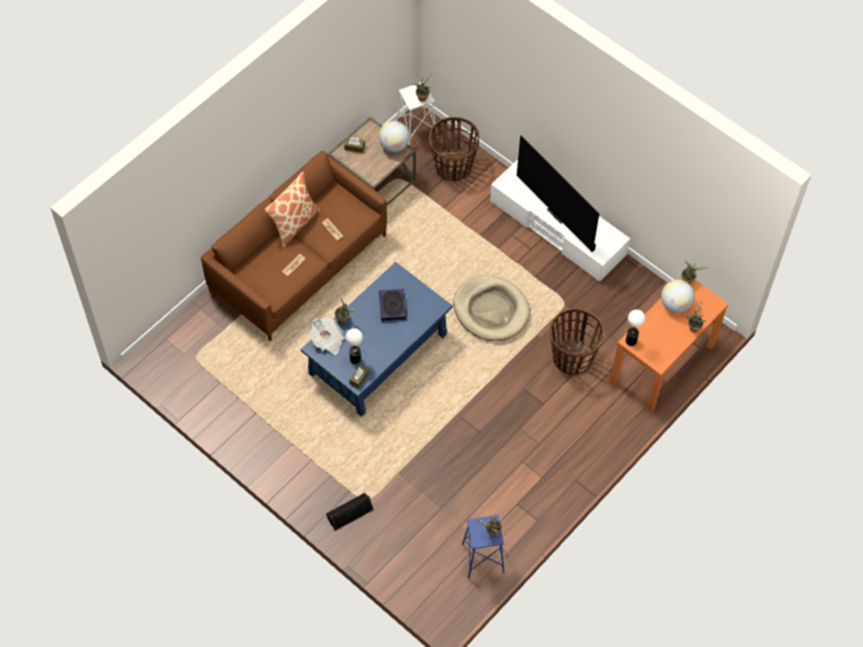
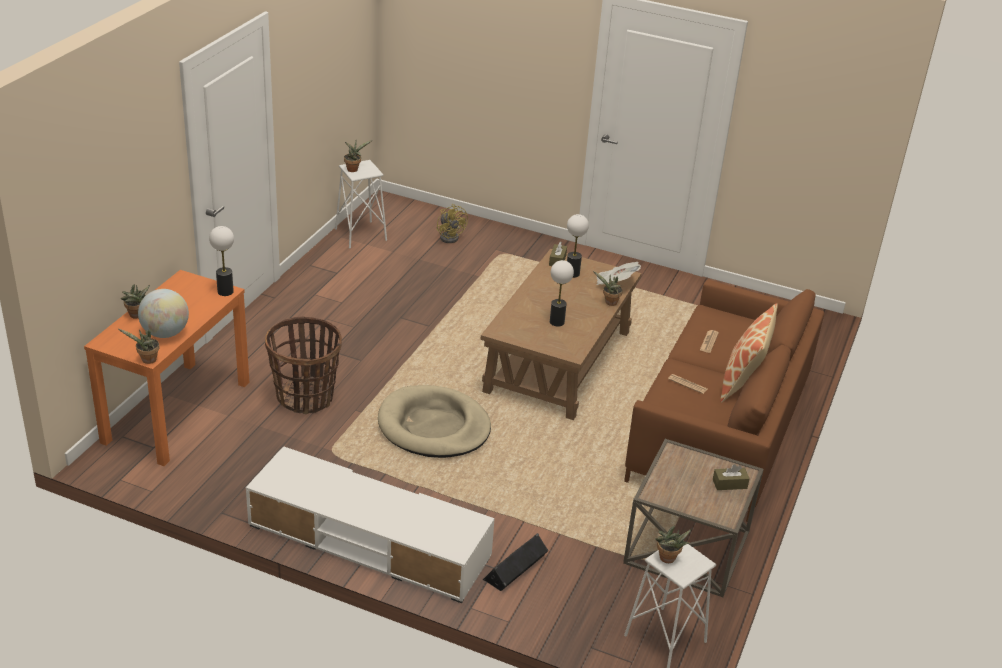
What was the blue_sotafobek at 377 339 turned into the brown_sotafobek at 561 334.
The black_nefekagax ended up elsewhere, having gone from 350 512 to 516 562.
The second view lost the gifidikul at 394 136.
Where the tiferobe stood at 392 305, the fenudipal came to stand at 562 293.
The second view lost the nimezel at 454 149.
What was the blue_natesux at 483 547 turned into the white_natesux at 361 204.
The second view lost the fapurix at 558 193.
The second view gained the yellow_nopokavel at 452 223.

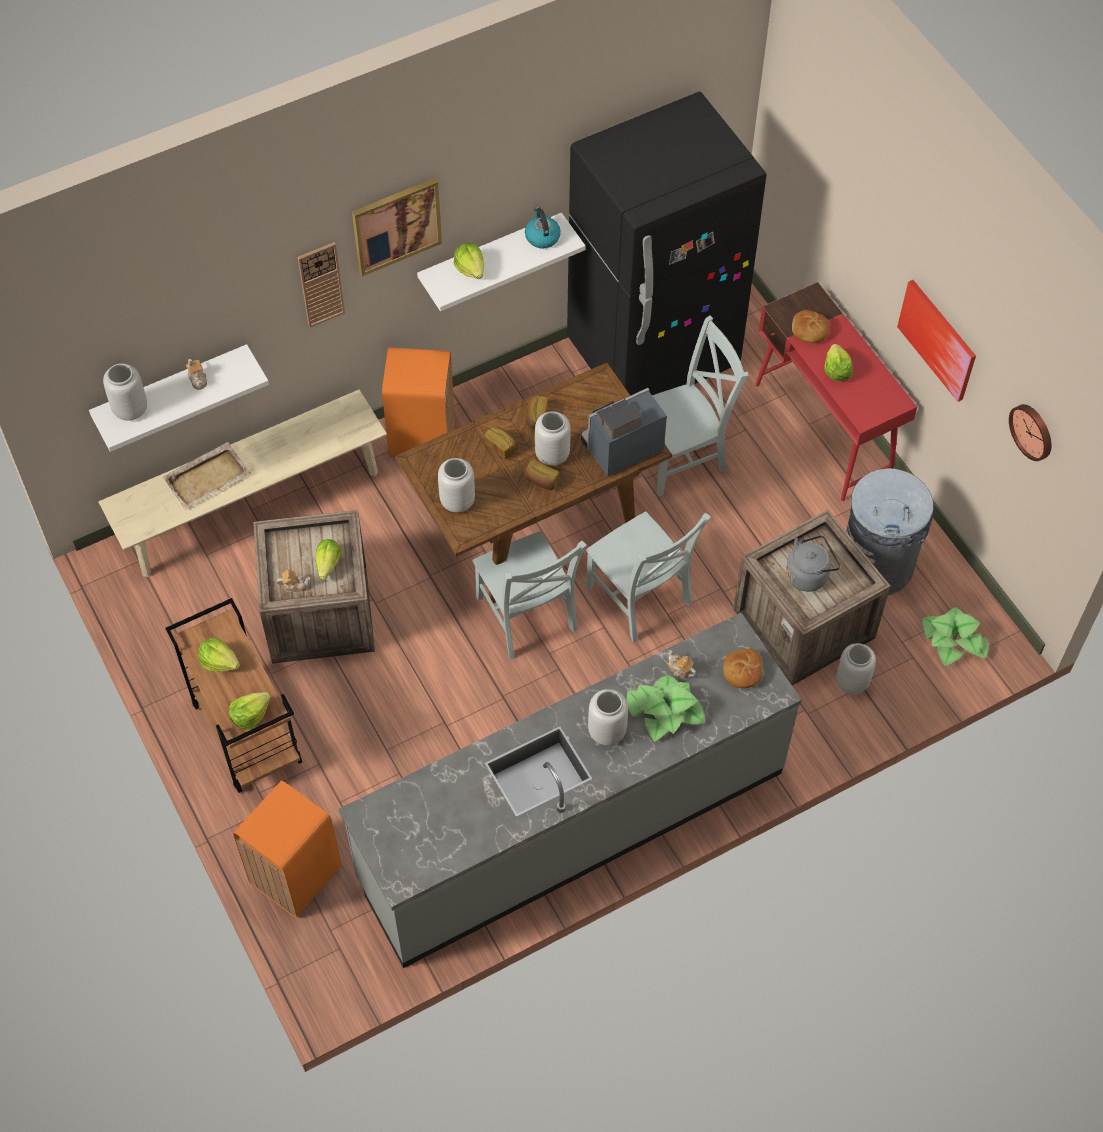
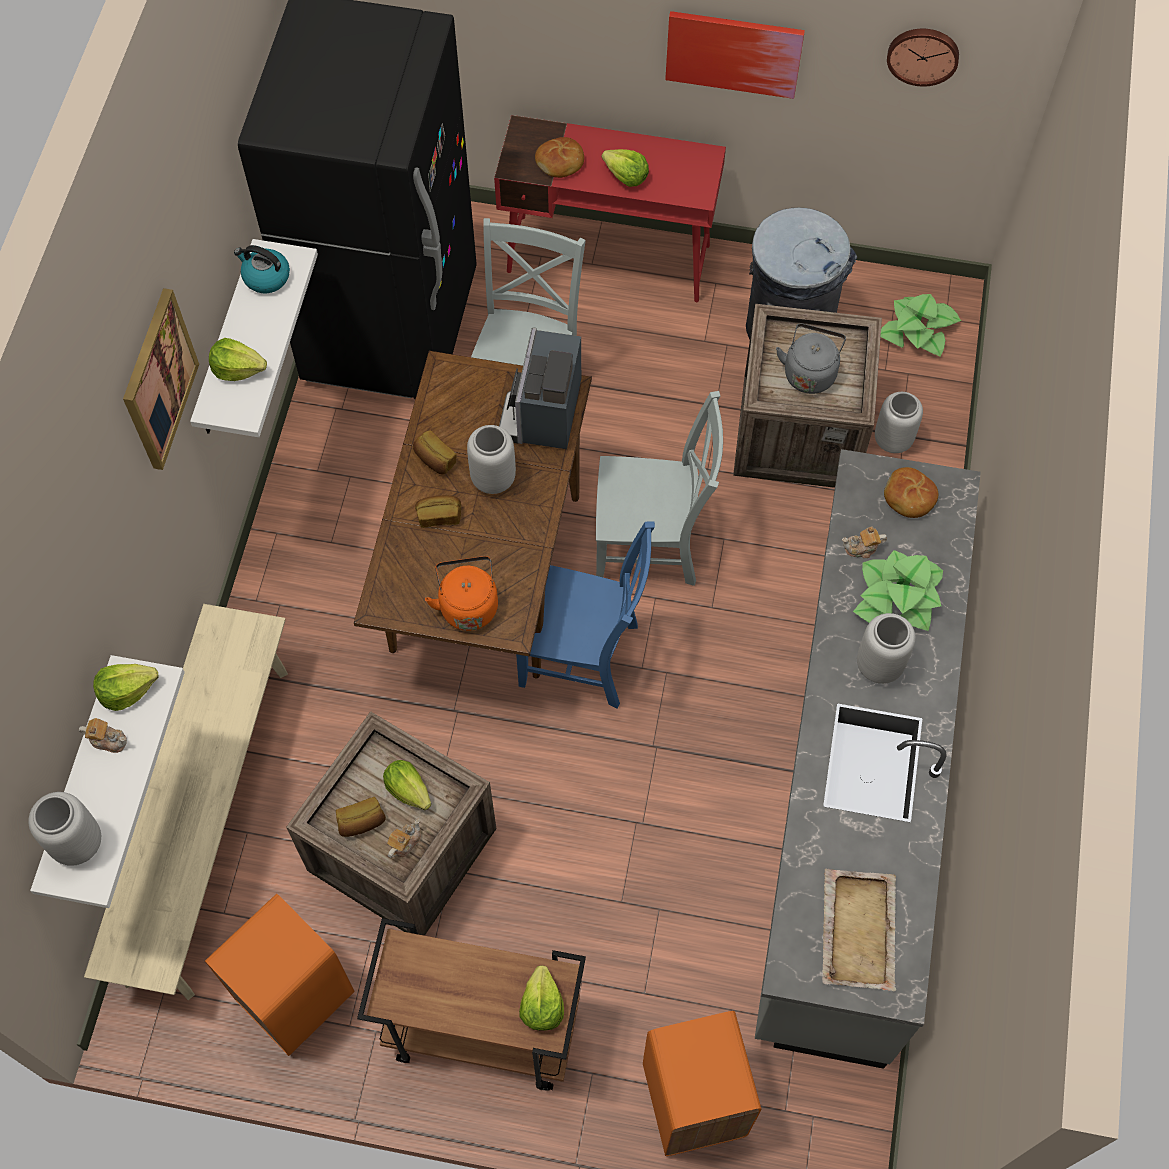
The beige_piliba ended up elsewhere, having gone from 206 476 to 859 930.
The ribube ended up elsewhere, having gone from 219 654 to 125 687.
The second view lost the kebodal at 321 284.
The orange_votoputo ended up elsewhere, having gone from 418 402 to 280 974.
Where the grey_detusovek stood at 456 485, the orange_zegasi came to stand at 461 593.
What was the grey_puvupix at 529 595 turned into the blue_puvupix at 585 615.
The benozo ended up elsewhere, having gone from 541 474 to 361 817.

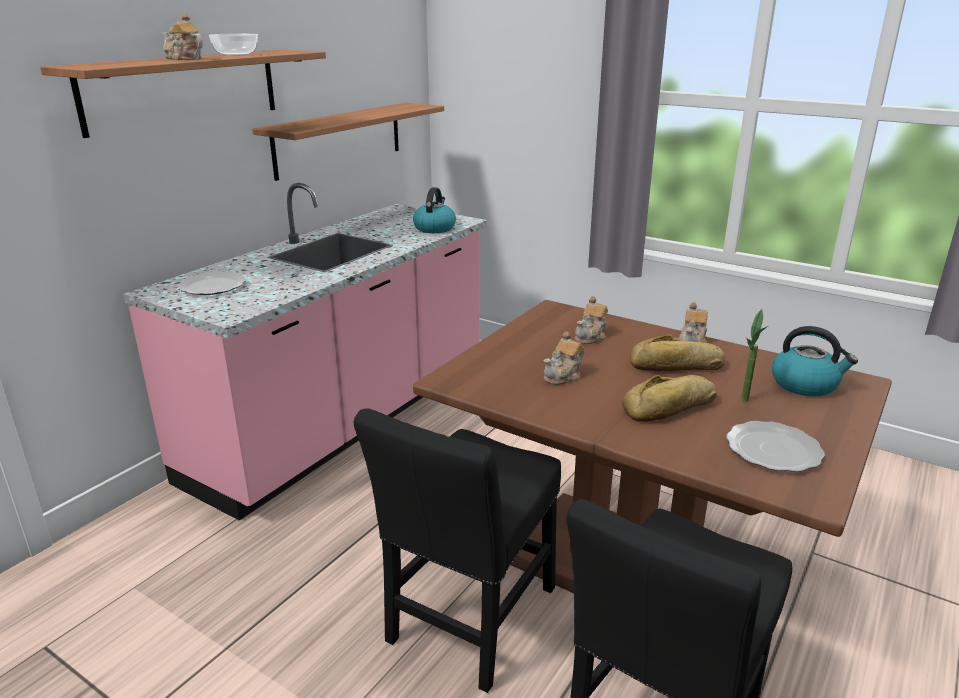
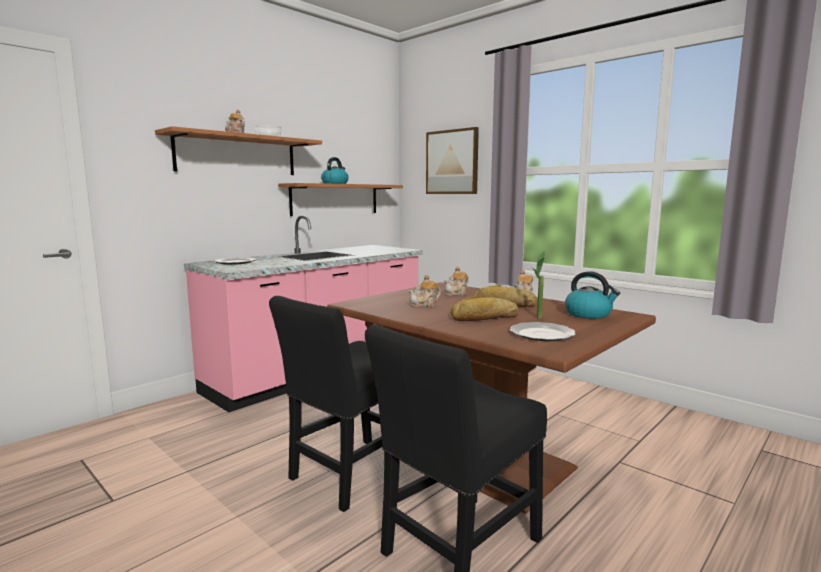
The zegasi ended up elsewhere, having gone from 434 210 to 335 170.
The second view gained the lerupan at 452 160.

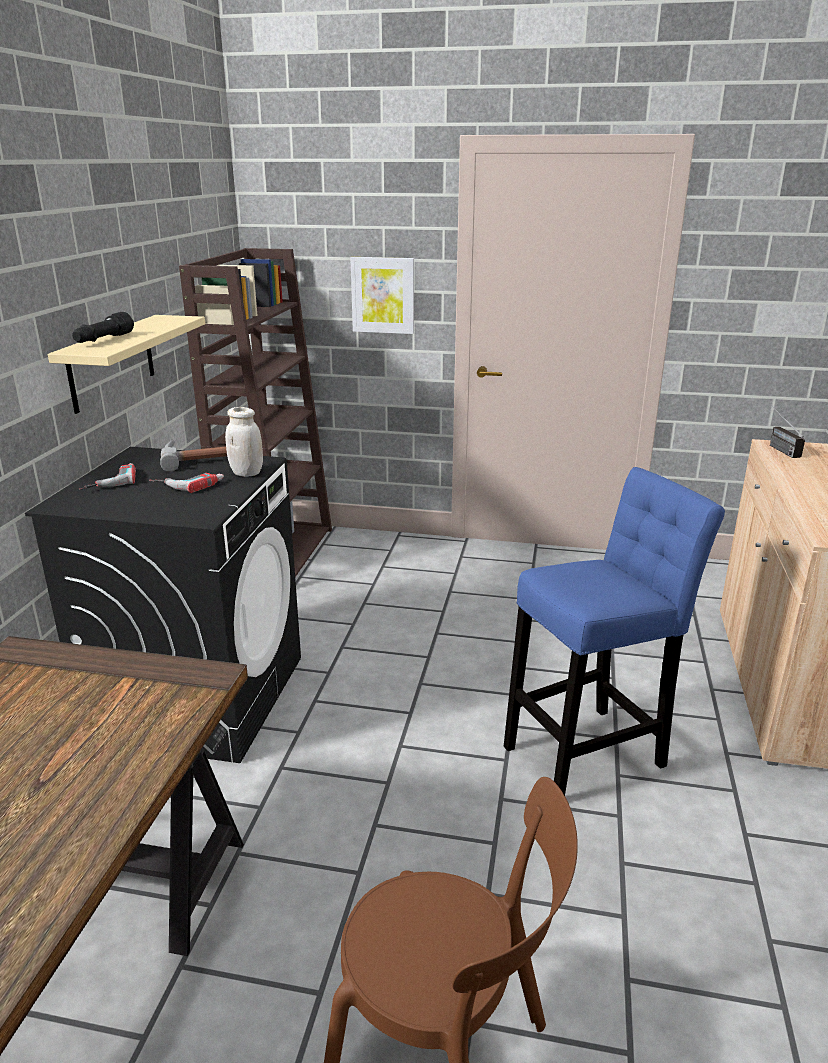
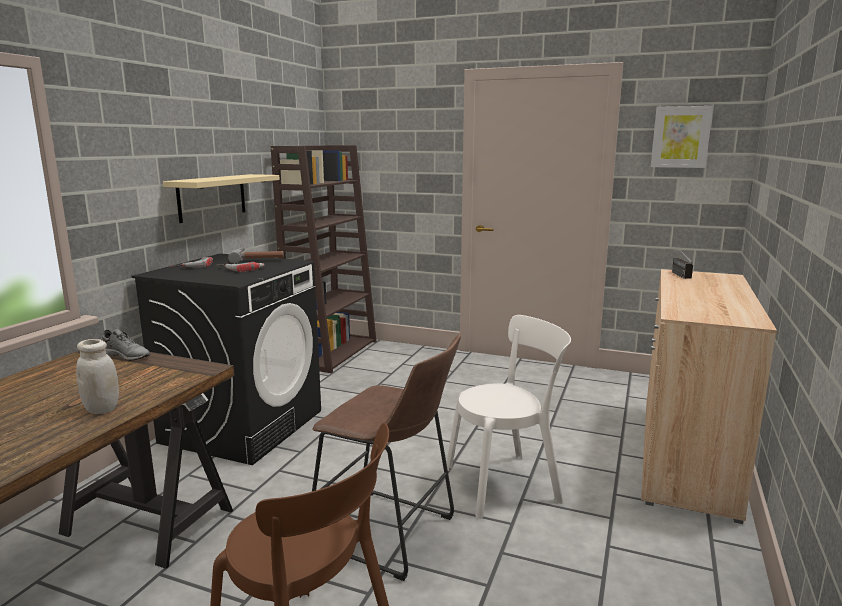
The second view lost the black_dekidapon at 103 327.
The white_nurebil ended up elsewhere, having gone from 244 442 to 97 376.
The lerupan ended up elsewhere, having gone from 382 295 to 682 137.
Where the blue_natesux stood at 614 631, the white_puvupix came to stand at 508 417.
The second view gained the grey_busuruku at 126 345.
The second view gained the brown_natesux at 386 457.

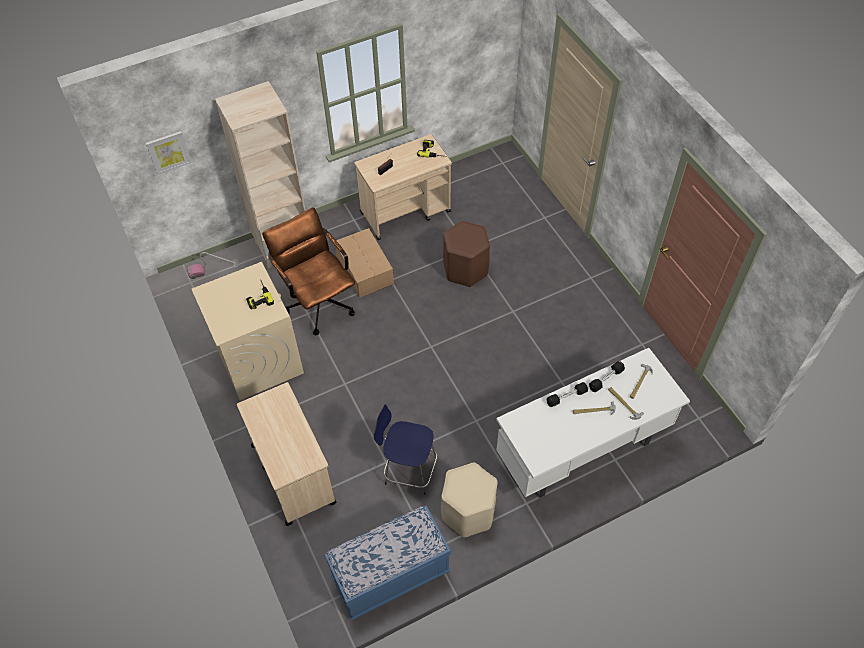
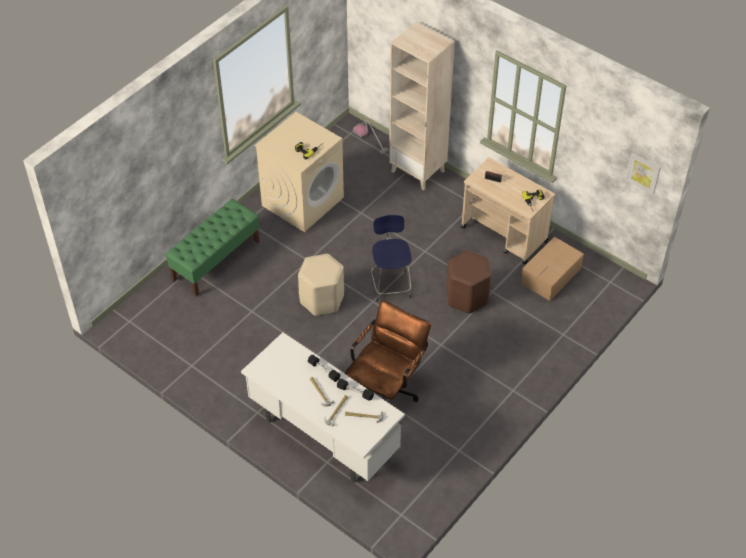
The lerupan ended up elsewhere, having gone from 169 153 to 643 173.
Where the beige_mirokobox stood at 287 454, the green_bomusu came to stand at 212 248.
The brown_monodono ended up elsewhere, having gone from 308 271 to 388 351.
The second view lost the blue_bomusu at 387 563.
The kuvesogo ended up elsewhere, having gone from 364 263 to 552 269.
The blue_natesux ended up elsewhere, having gone from 405 450 to 391 258.
The beige_natesux ended up elsewhere, having gone from 469 499 to 321 285.

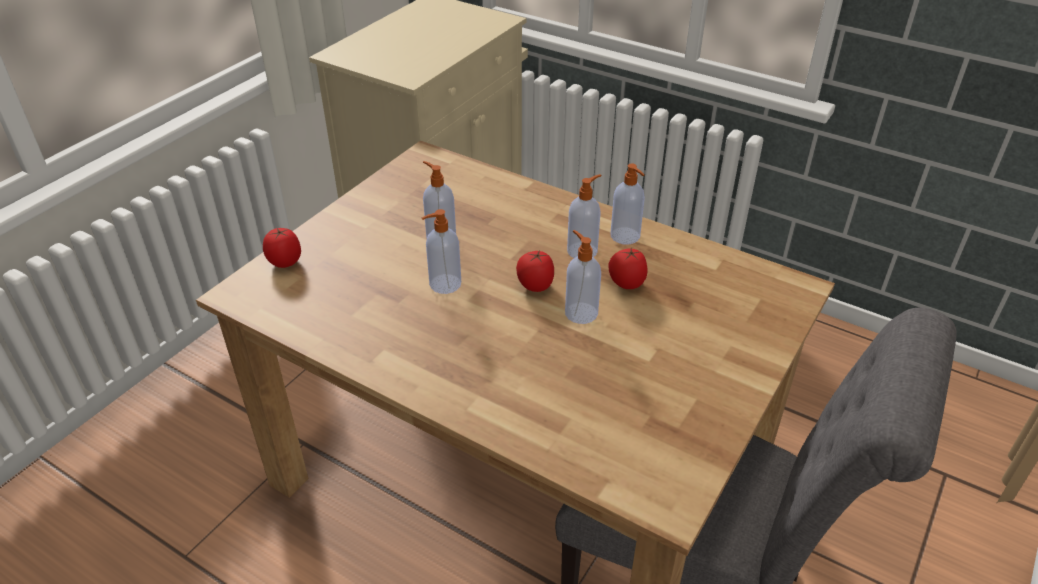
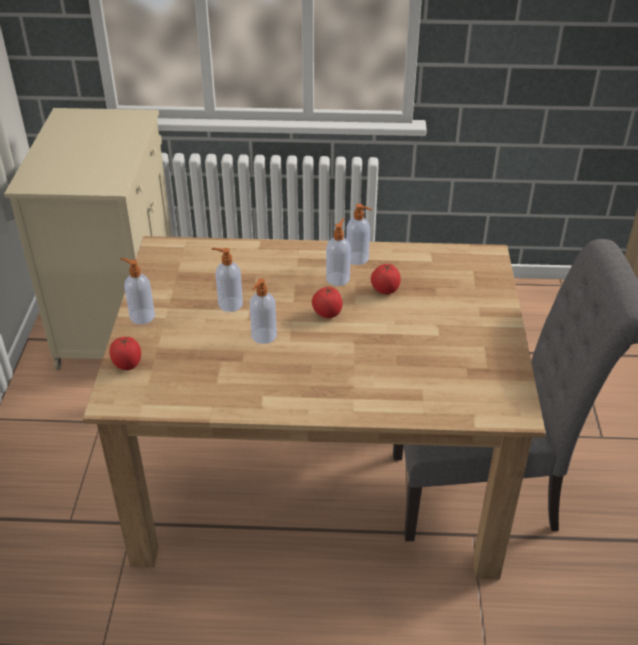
The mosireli ended up elsewhere, having gone from 583 277 to 137 291.

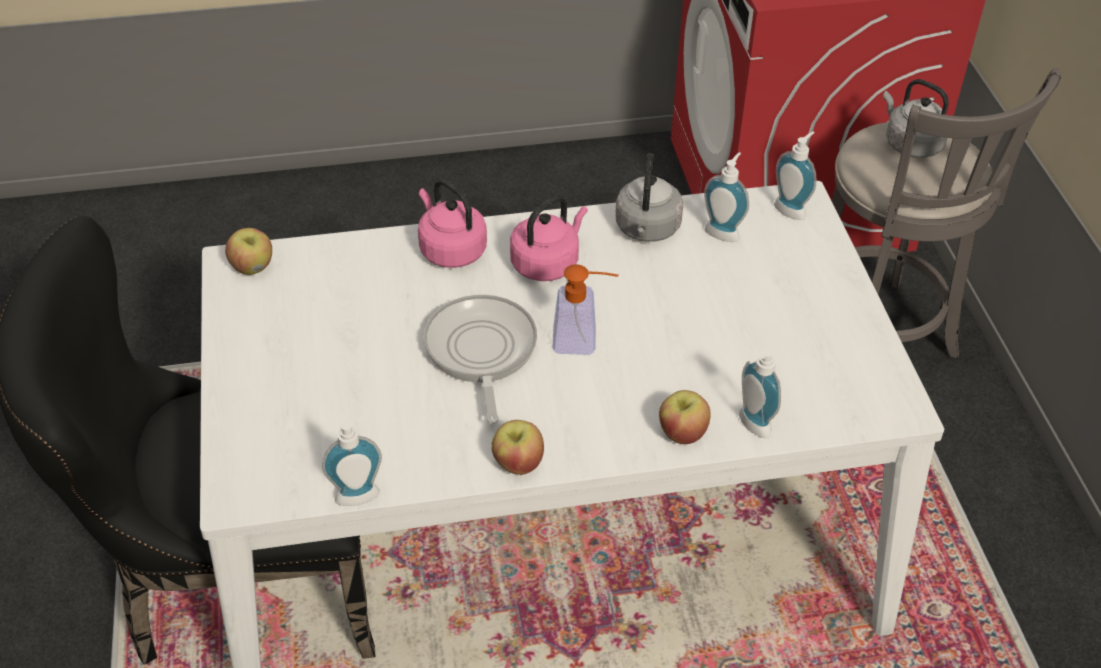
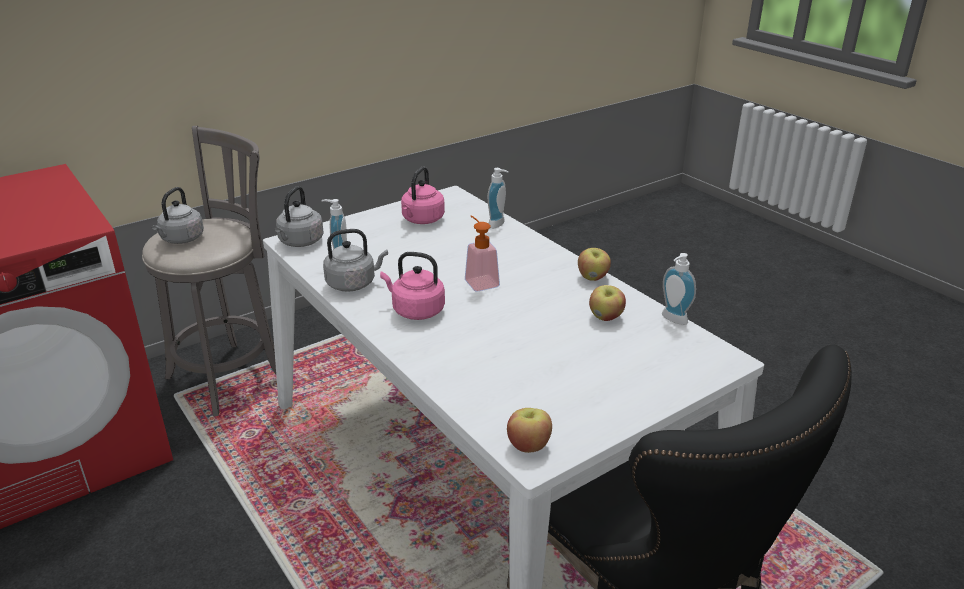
The pink_zegasi ended up elsewhere, having gone from 452 223 to 423 195.
The second view lost the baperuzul at 480 359.
The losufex ended up elsewhere, having gone from 685 417 to 607 303.
Where the mosireli stood at 795 176, the grey_zegasi came to stand at 299 216.

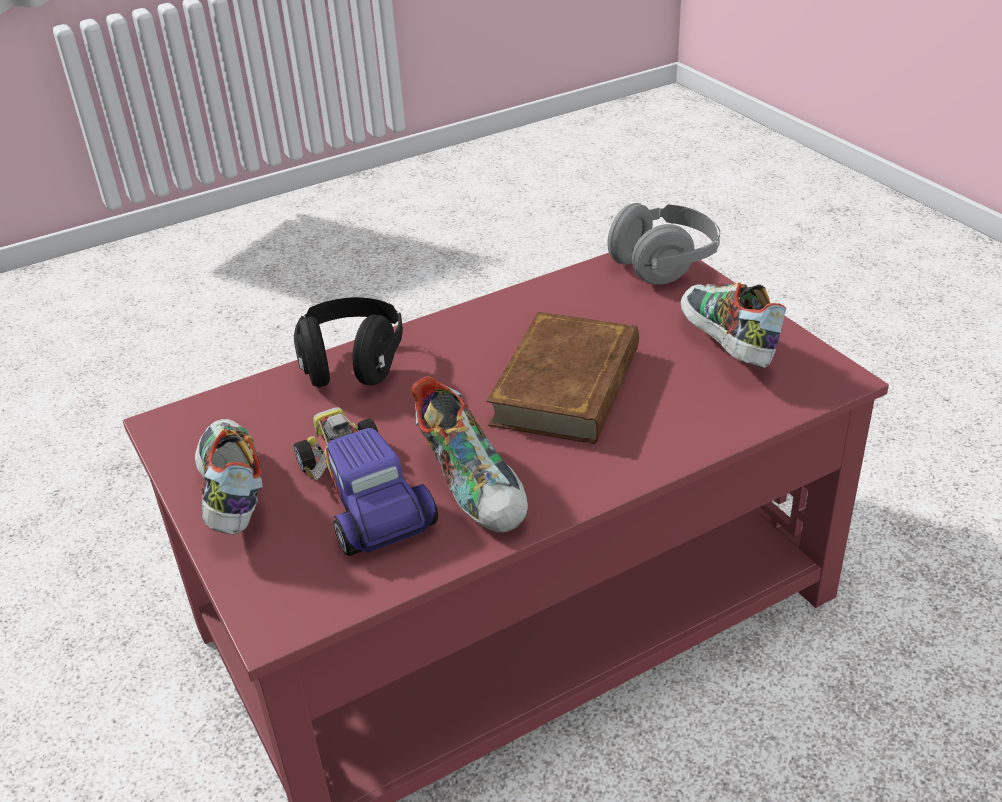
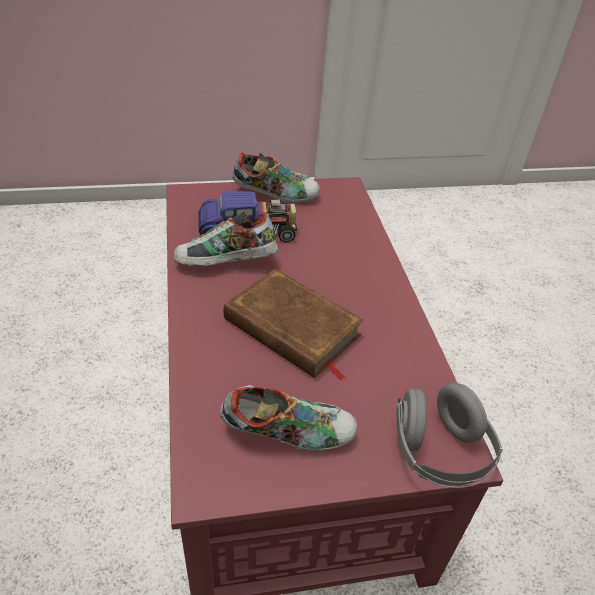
The second view lost the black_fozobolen at 348 342.

